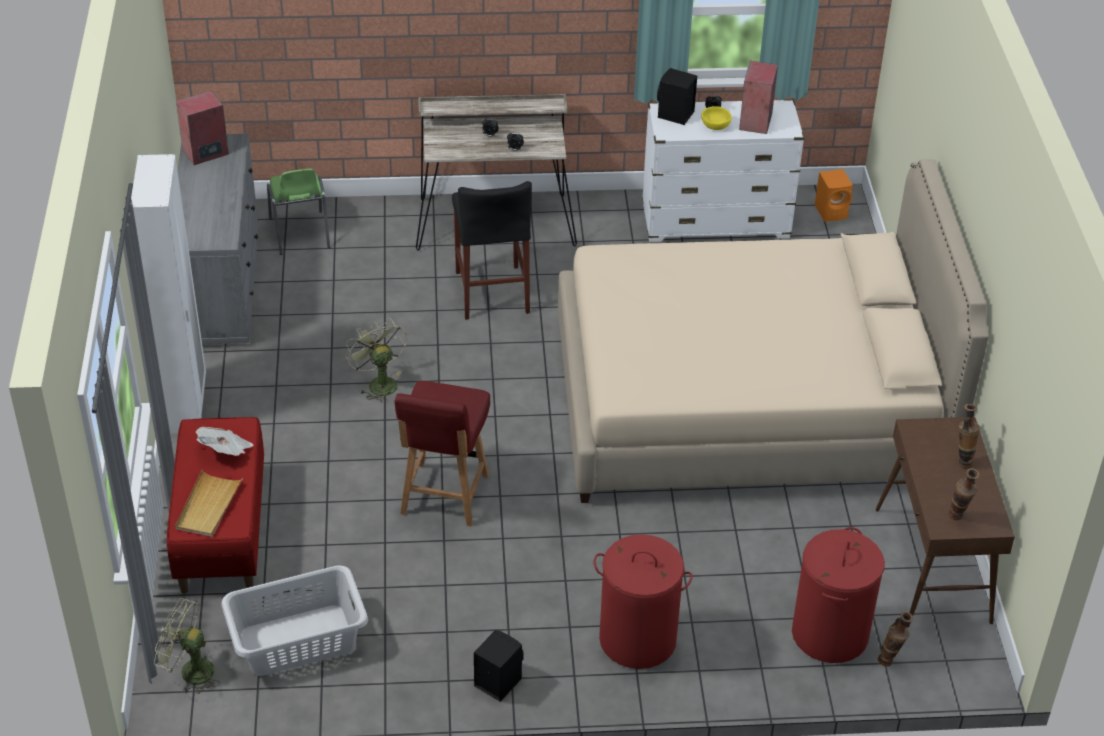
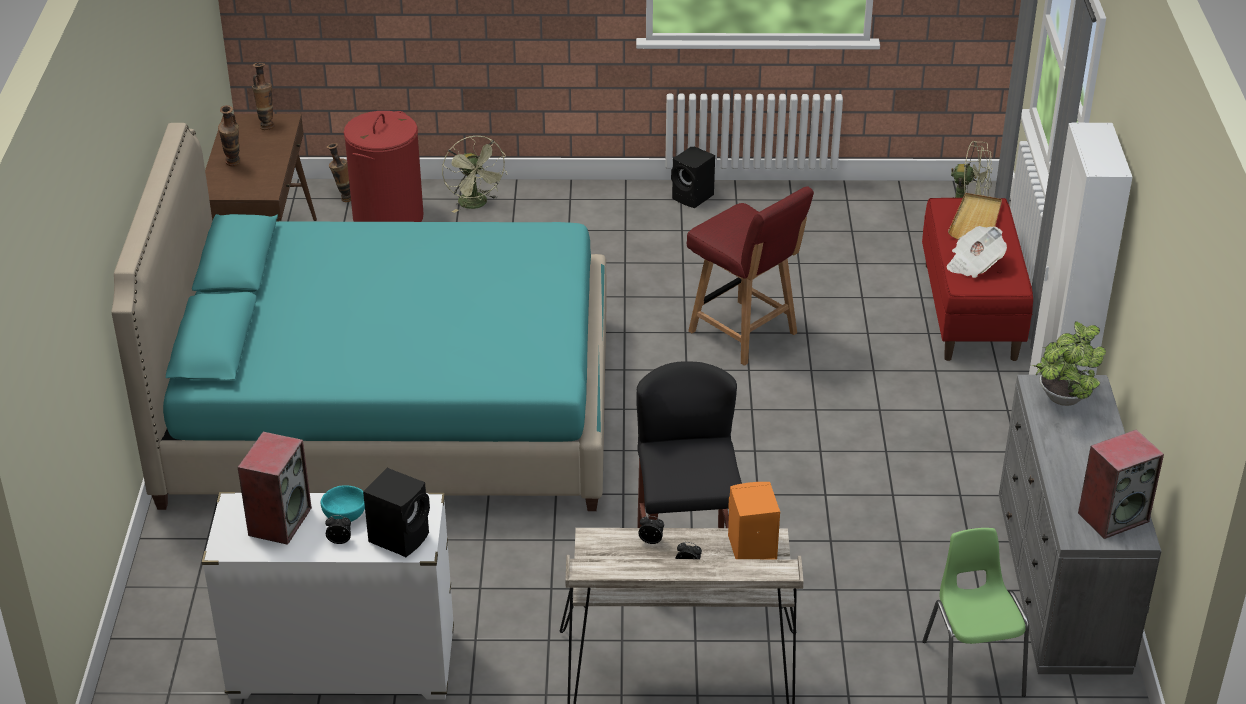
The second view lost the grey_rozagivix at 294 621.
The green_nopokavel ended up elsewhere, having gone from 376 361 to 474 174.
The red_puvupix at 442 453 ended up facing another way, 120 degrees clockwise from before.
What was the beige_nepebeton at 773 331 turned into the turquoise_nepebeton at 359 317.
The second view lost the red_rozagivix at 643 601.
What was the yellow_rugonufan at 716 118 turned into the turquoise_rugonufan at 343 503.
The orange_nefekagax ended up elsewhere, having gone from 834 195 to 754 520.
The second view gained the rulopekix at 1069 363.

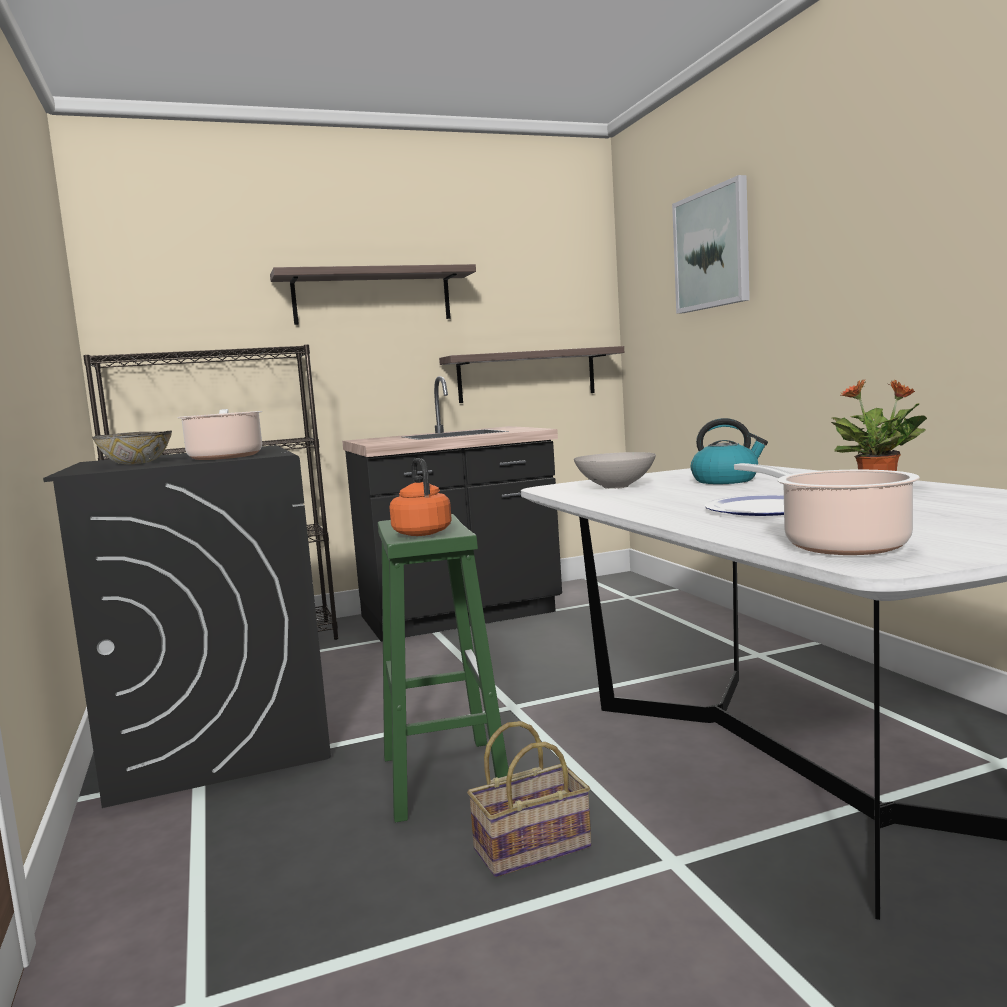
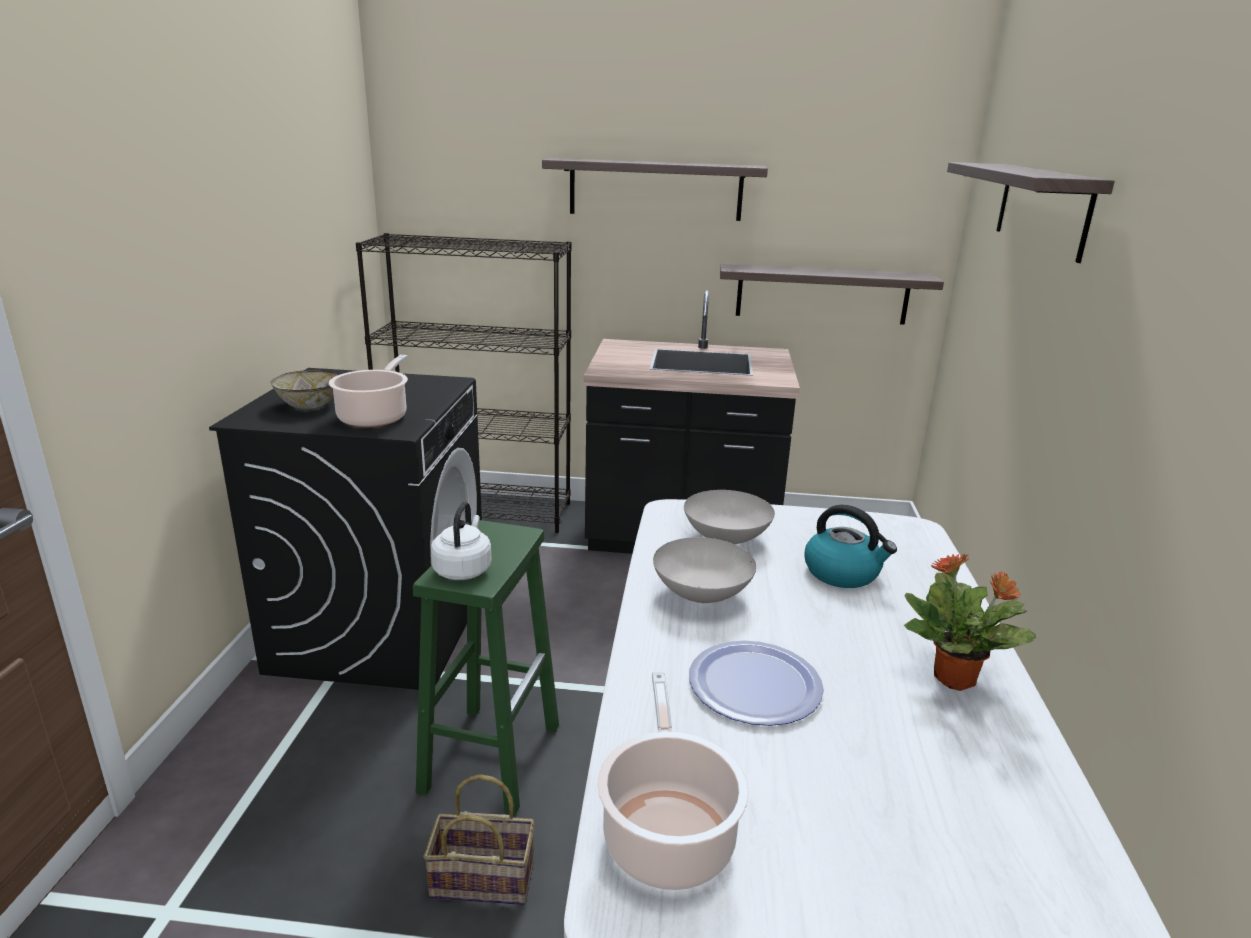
What was the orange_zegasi at 420 497 turned into the white_zegasi at 461 541.
Where the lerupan hung at 711 244, the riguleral came to hang at 1031 212.
The second view gained the white_rugonufan at 705 570.

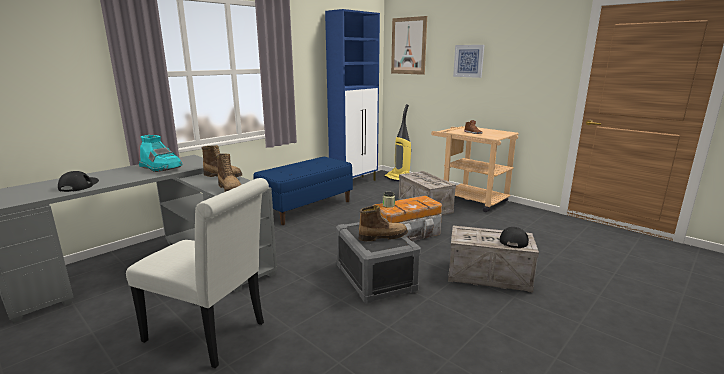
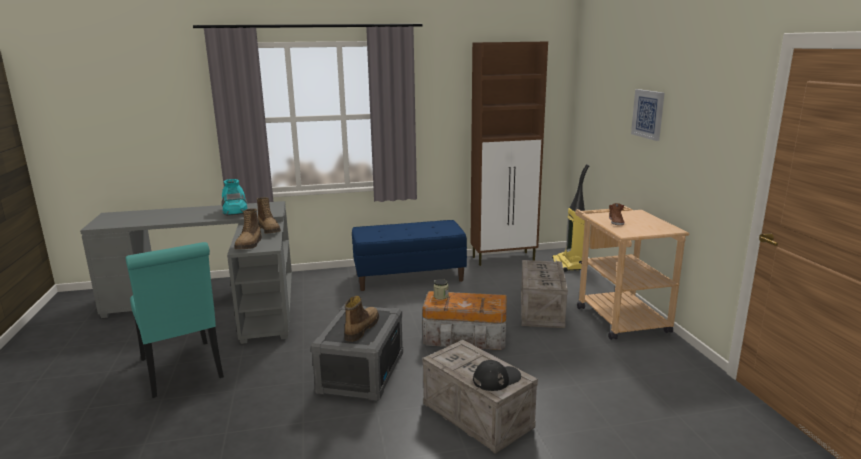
The second view lost the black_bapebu at 78 181.
What was the white_puvupix at 197 273 turned into the turquoise_puvupix at 175 320.
What was the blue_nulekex at 352 95 turned into the brown_nulekex at 509 154.
The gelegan at 383 223 ended up facing another way, 90 degrees counterclockwise from before.
The second view lost the lerupan at 409 45.

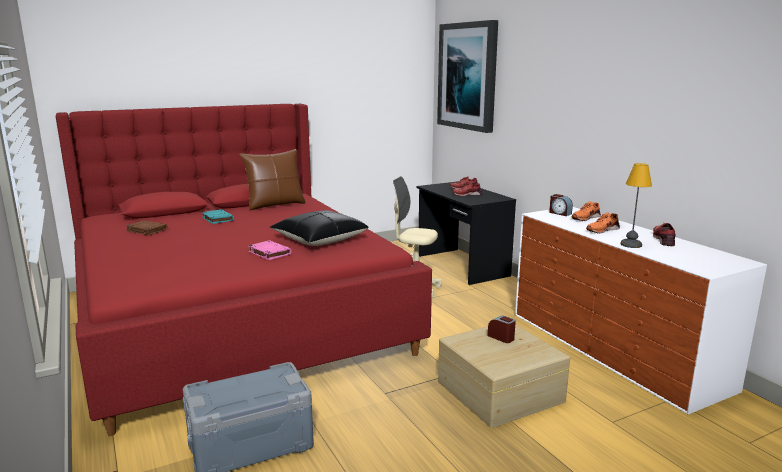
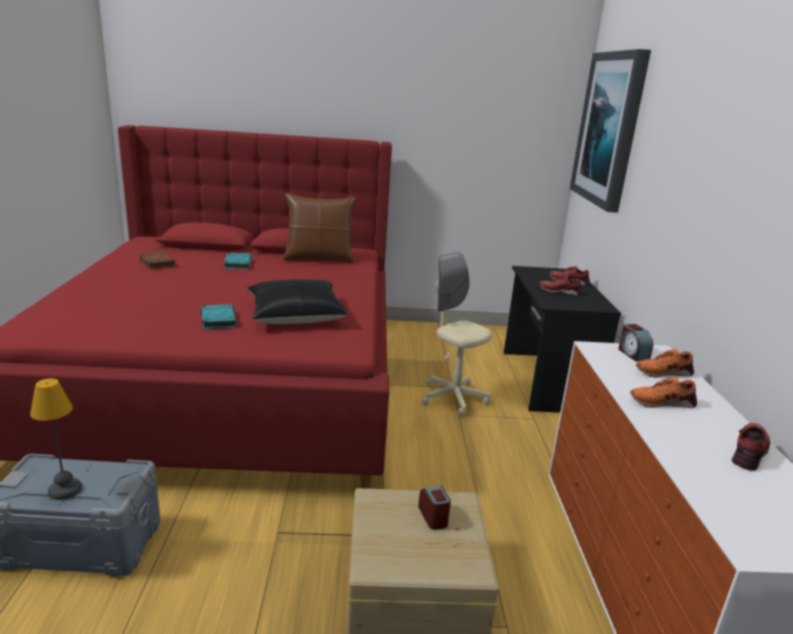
What was the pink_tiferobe at 270 250 turned into the turquoise_tiferobe at 219 317.
The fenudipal ended up elsewhere, having gone from 636 205 to 56 439.

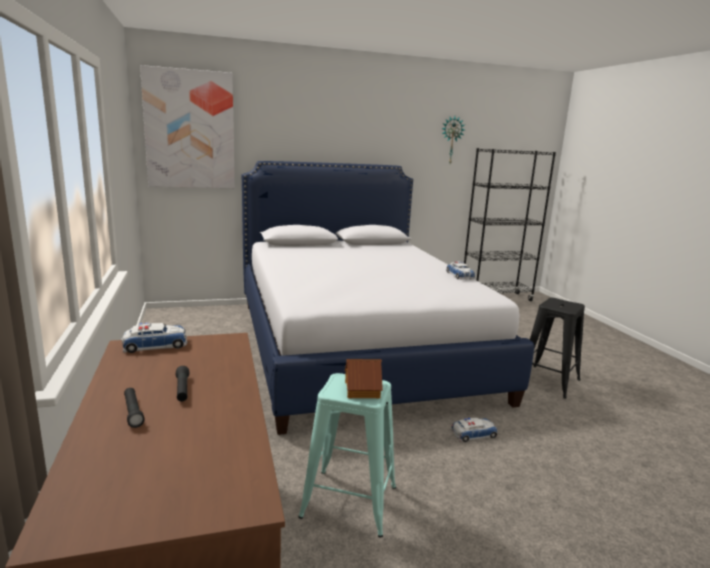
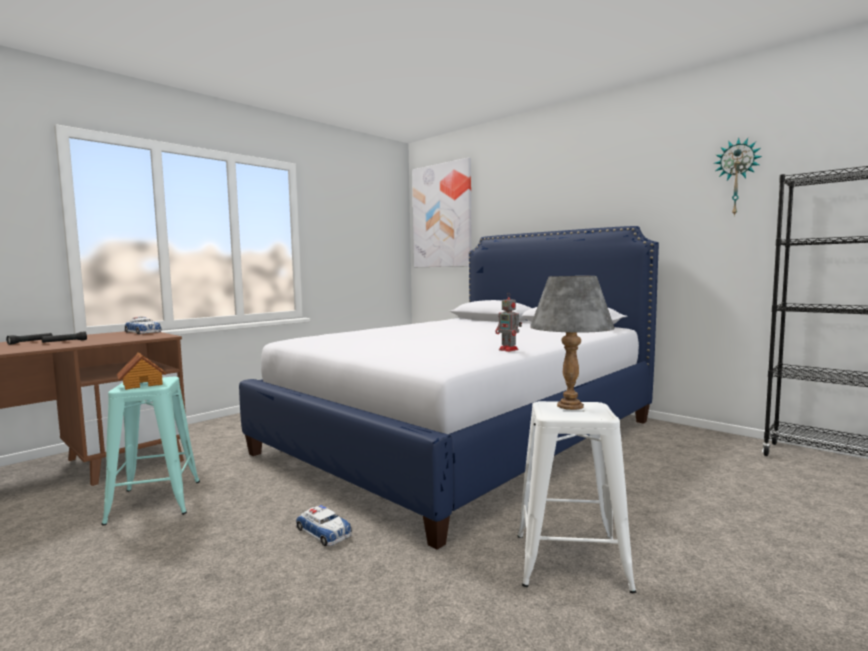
Where the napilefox stood at 460 270, the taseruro came to stand at 508 322.
What was the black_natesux at 557 348 turned into the white_natesux at 577 497.
The second view gained the grey_fenudipal at 572 343.

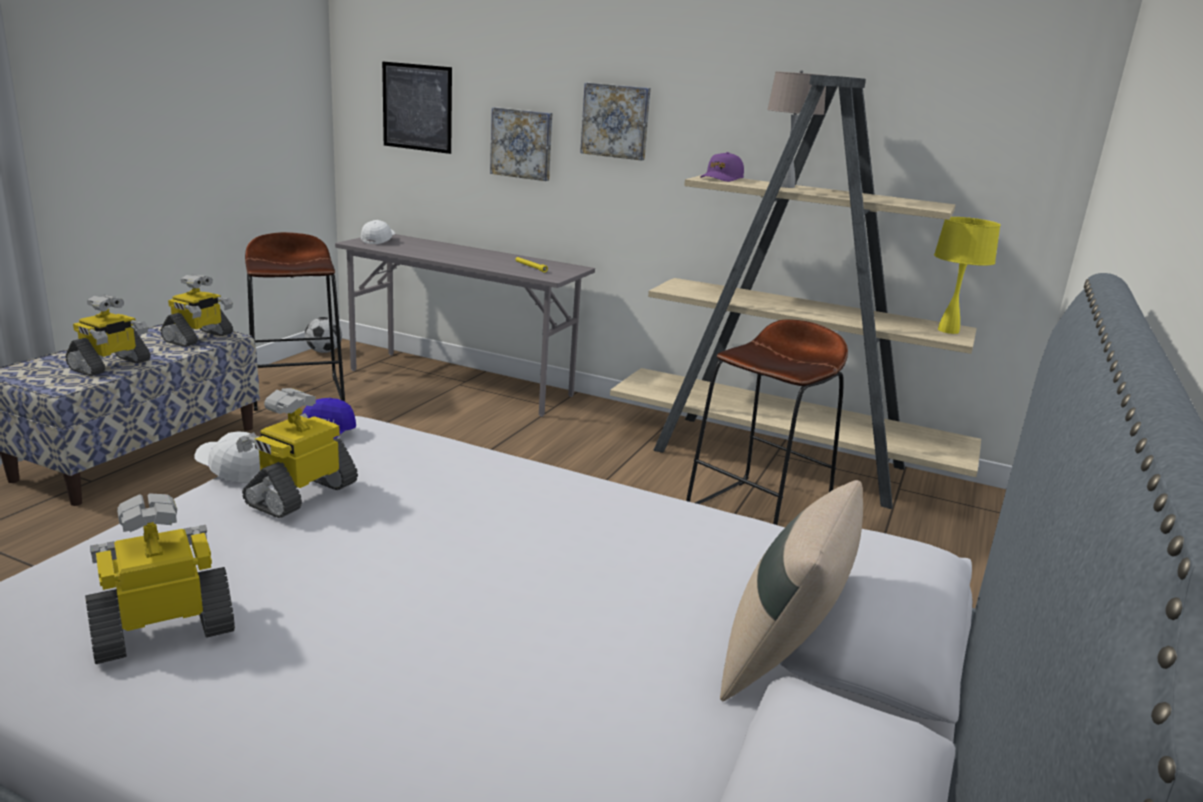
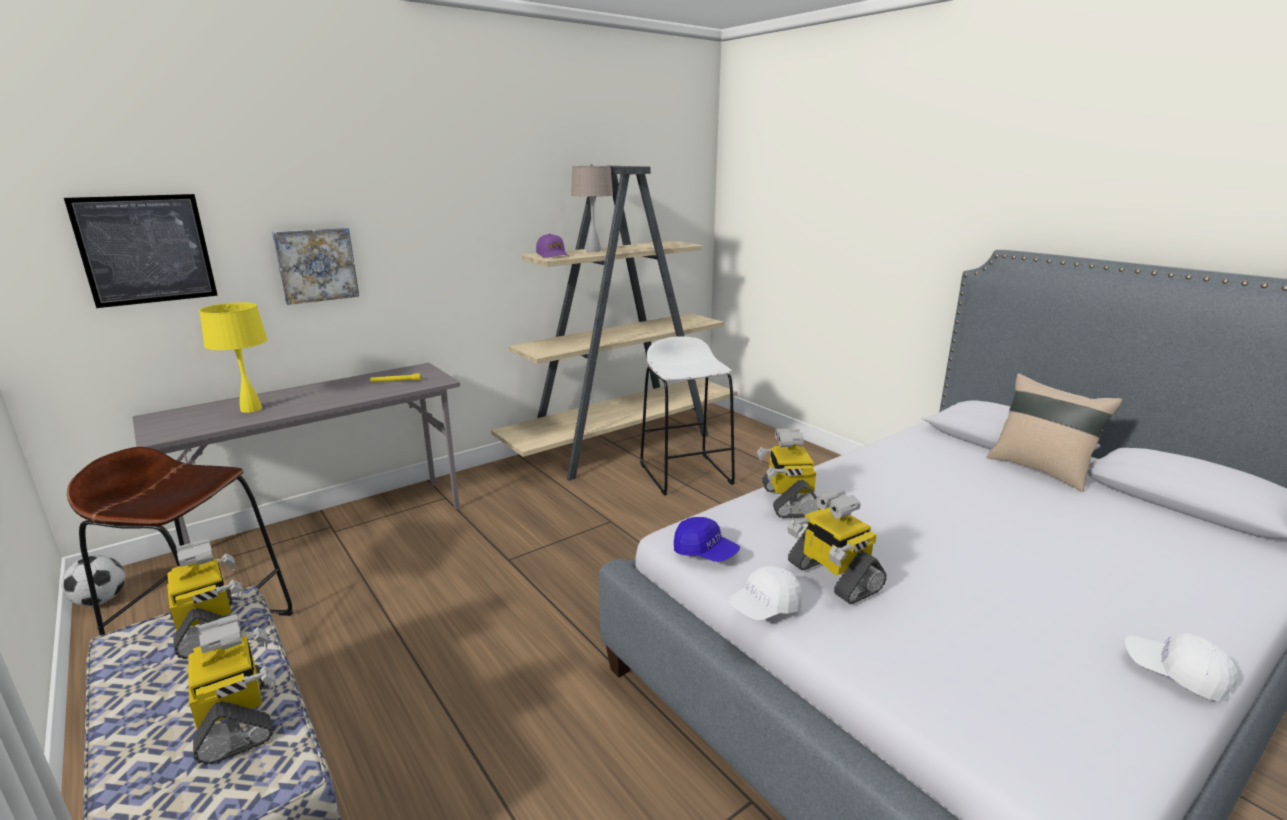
The taseruro ended up elsewhere, having gone from 160 578 to 788 473.
The white_bapebu ended up elsewhere, having gone from 378 232 to 1181 667.
The second view lost the lerupan at 615 121.
What was the brown_natesux at 767 422 turned into the white_natesux at 687 416.
The yellow_fenudipal ended up elsewhere, having gone from 967 275 to 233 357.

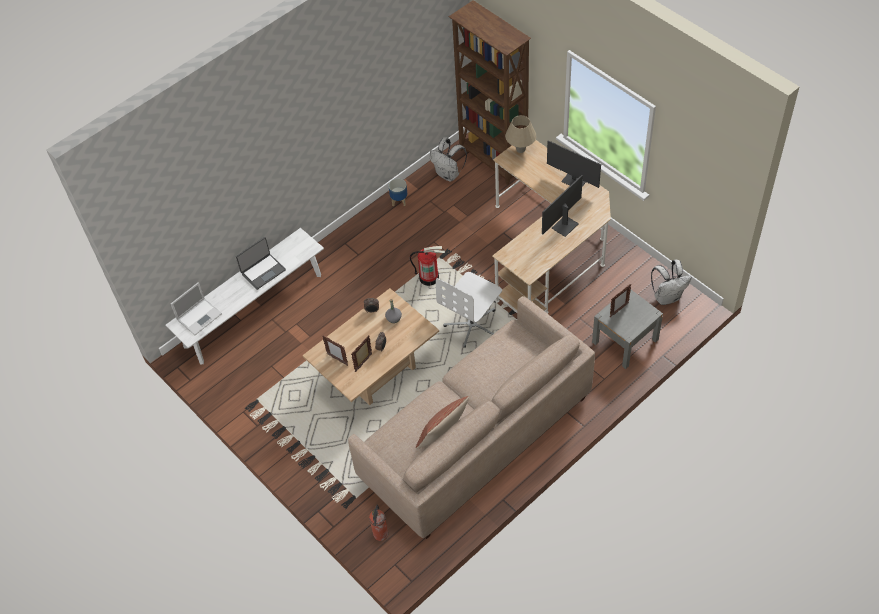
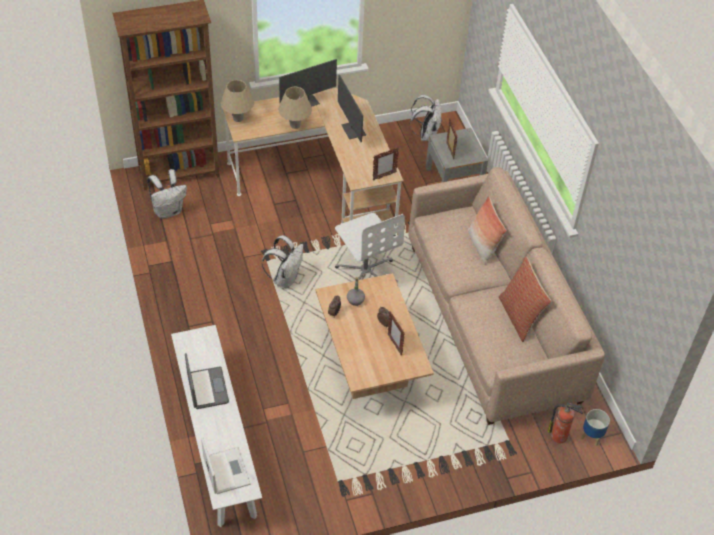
The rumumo ended up elsewhere, having gone from 335 350 to 385 163.
The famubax ended up elsewhere, having gone from 397 192 to 595 427.
Where the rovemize stood at 427 266, the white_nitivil came to stand at 282 261.
The second view gained the beige_fenudipal at 295 108.
The second view gained the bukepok at 487 230.

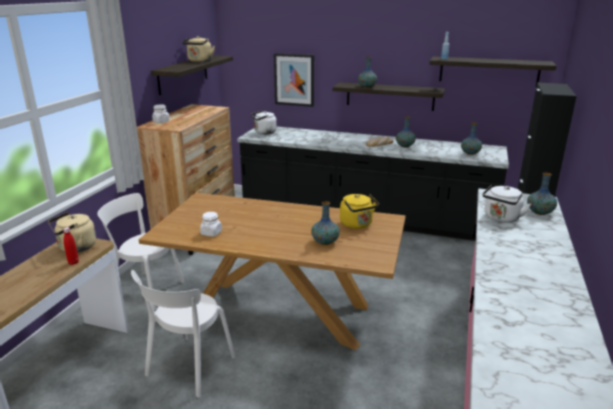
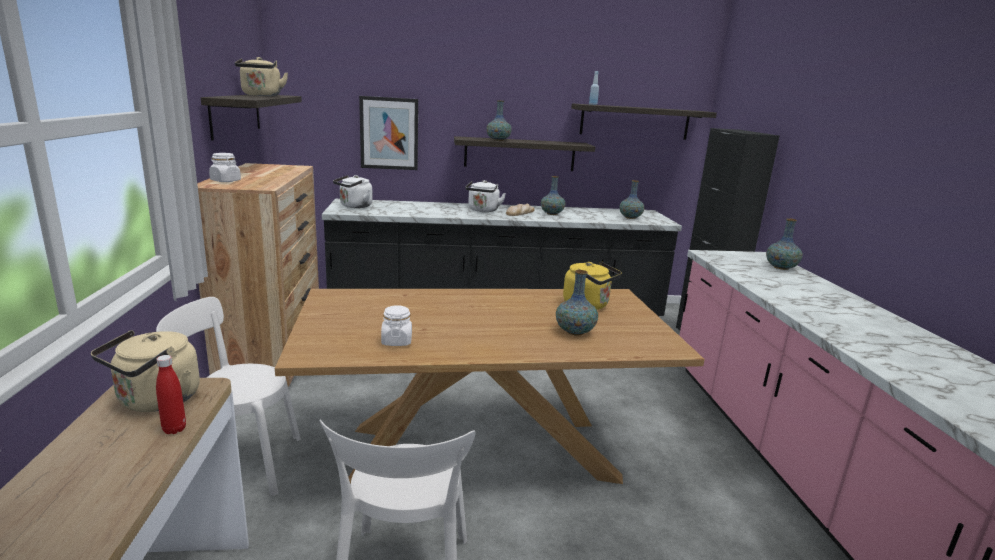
The white_zegasi ended up elsewhere, having gone from 506 204 to 485 196.

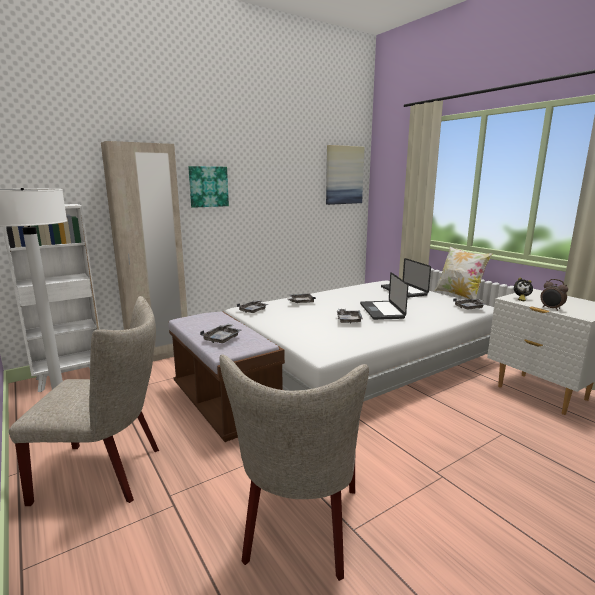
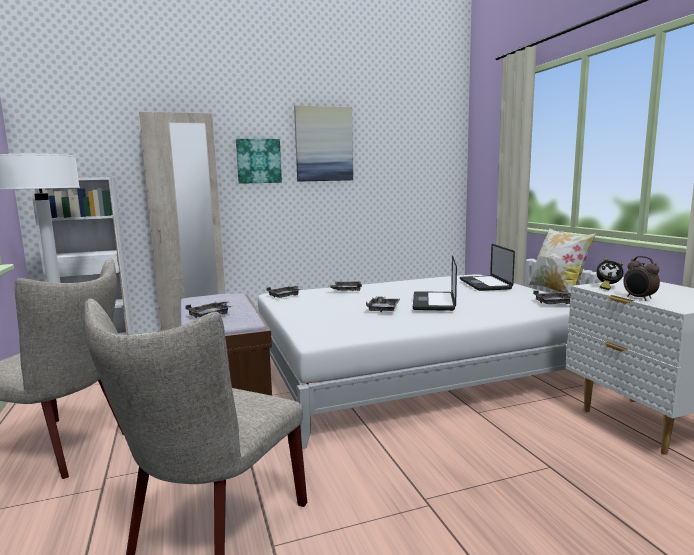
The lerupan ended up elsewhere, having gone from 345 175 to 323 143.

